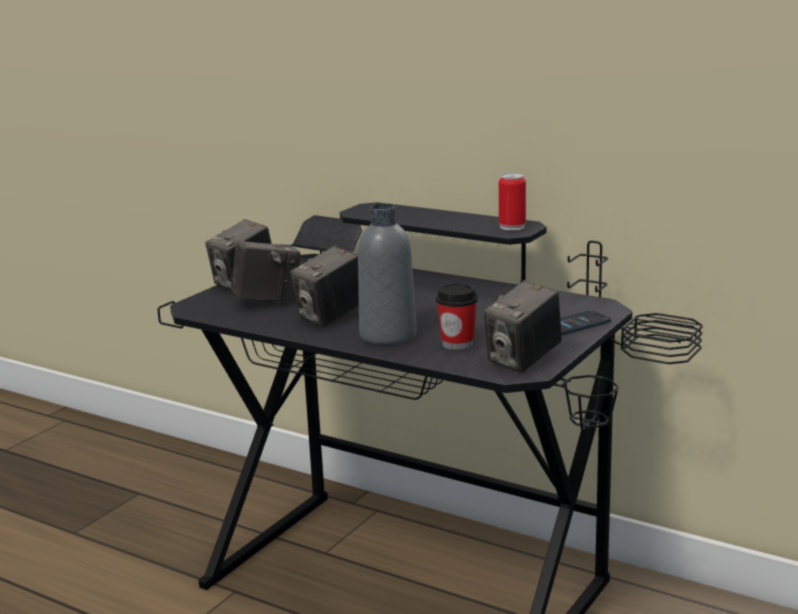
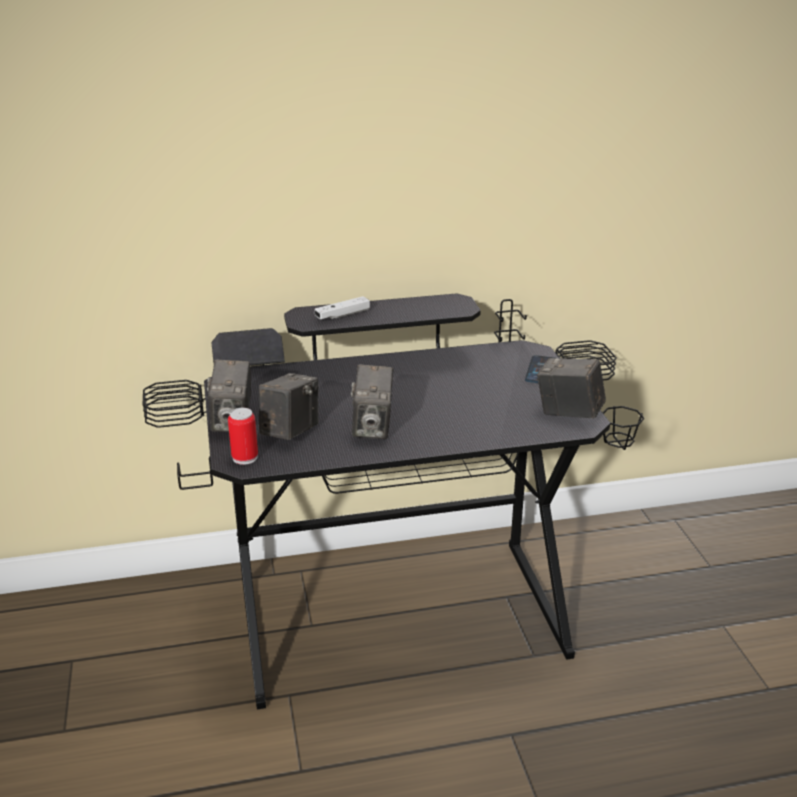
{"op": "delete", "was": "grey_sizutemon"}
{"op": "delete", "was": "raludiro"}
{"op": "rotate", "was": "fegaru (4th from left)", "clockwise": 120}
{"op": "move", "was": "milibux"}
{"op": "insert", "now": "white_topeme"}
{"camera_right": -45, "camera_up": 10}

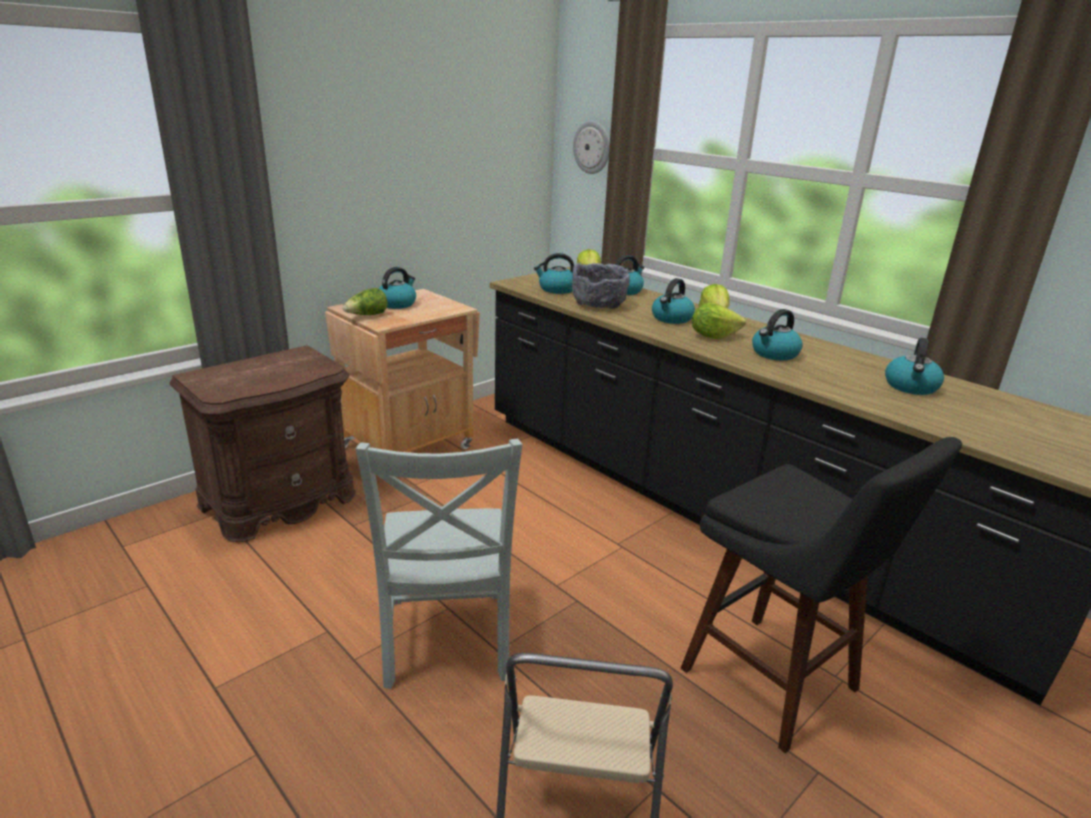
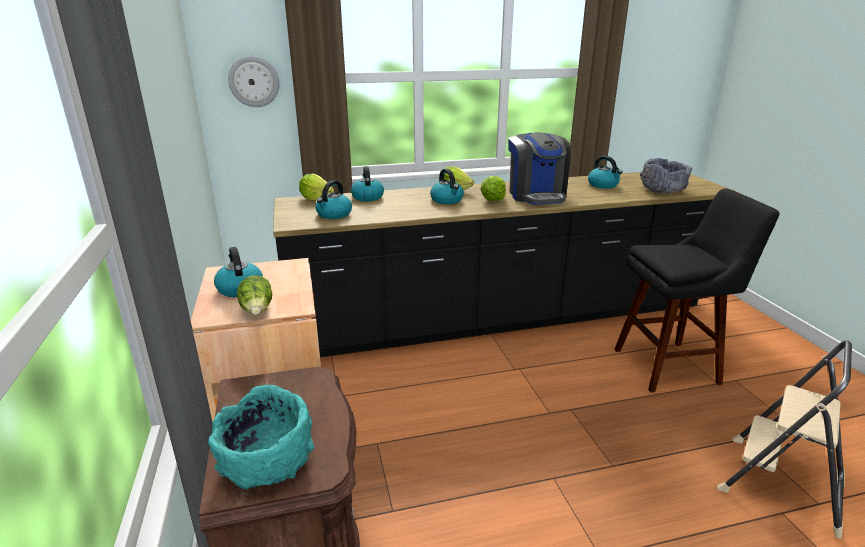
{"op": "delete", "was": "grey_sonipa"}
{"op": "move", "was": "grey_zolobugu"}
{"op": "replace", "was": "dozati (5th from left)", "now": "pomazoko"}
{"op": "insert", "now": "turquoise_zolobugu"}
{"camera_right": -60, "camera_up": 0}

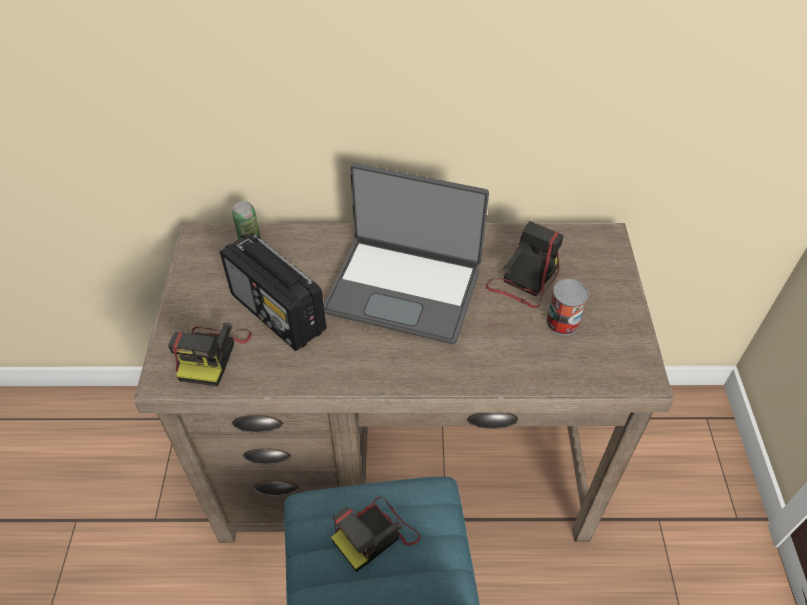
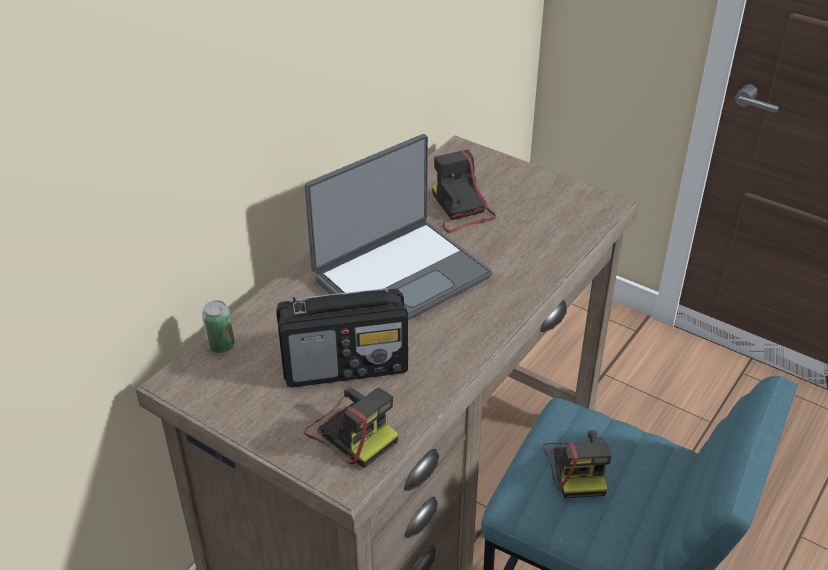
{"op": "delete", "was": "milibux (2nd from left)"}
{"camera_right": -55, "camera_up": -10}

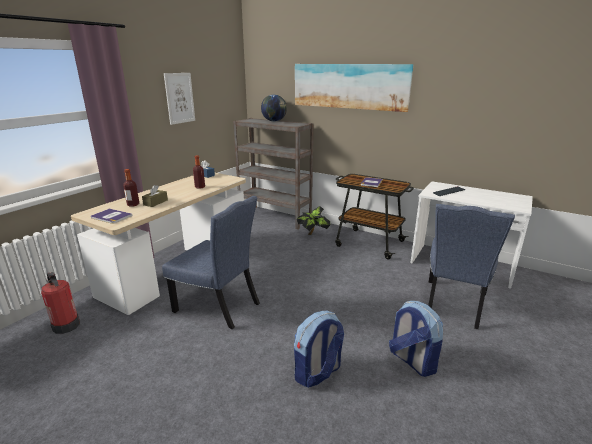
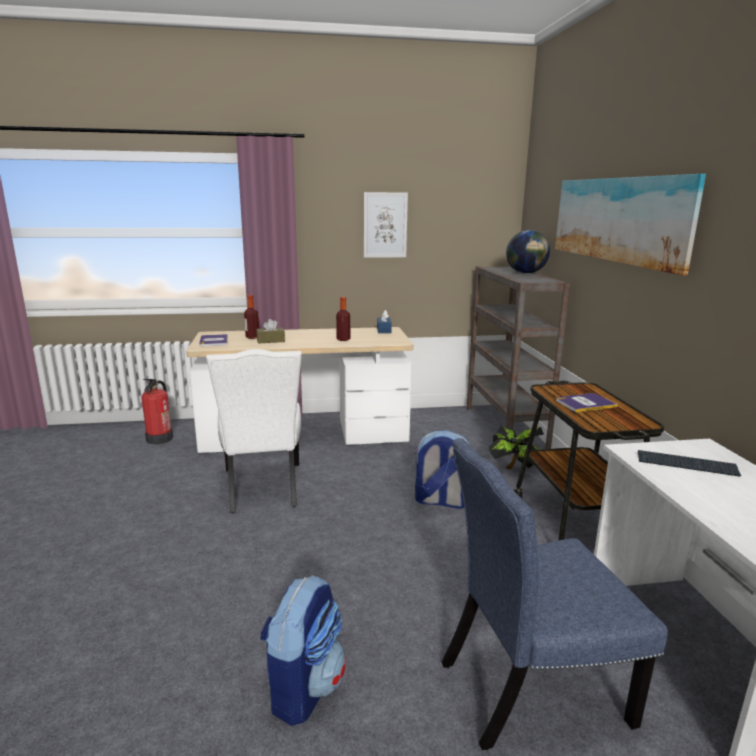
{"op": "recolor", "was": "blue_sonipa (1st from left)", "now": "white_sonipa"}
{"op": "move", "was": "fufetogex (1st from left in the first image)", "now": "fufetogex (2nd from left)"}
{"camera_right": 50, "camera_up": -5}

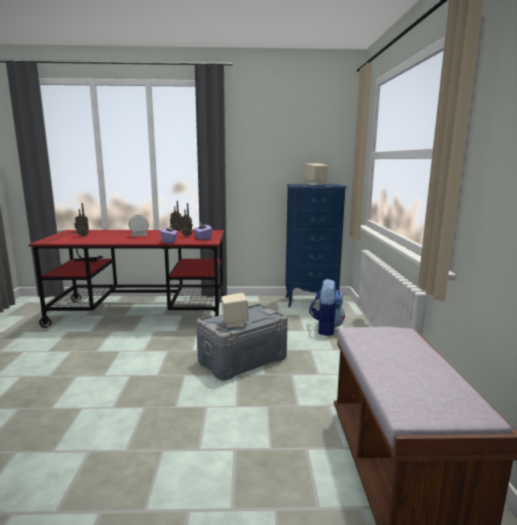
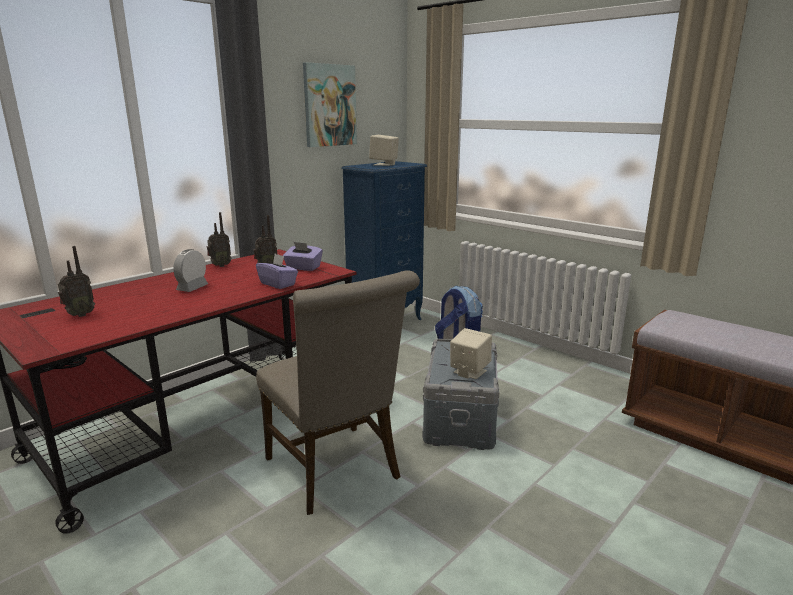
{"op": "insert", "now": "beige_sonipa"}
{"op": "insert", "now": "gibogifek"}
{"camera_right": -45, "camera_up": 5}

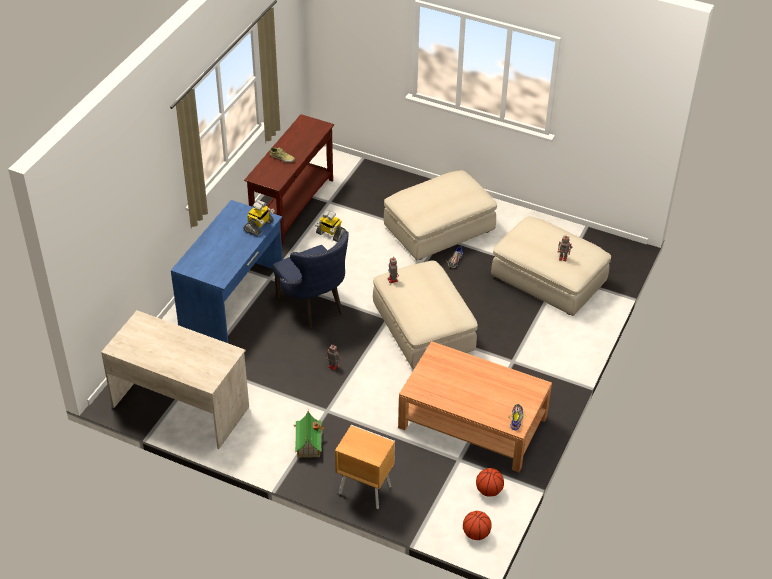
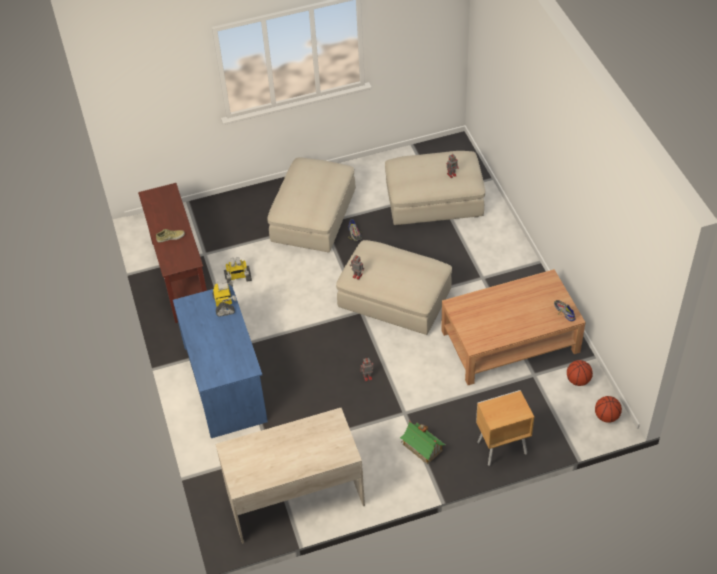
{"op": "delete", "was": "blue_sonipa"}
{"camera_right": -40, "camera_up": 5}

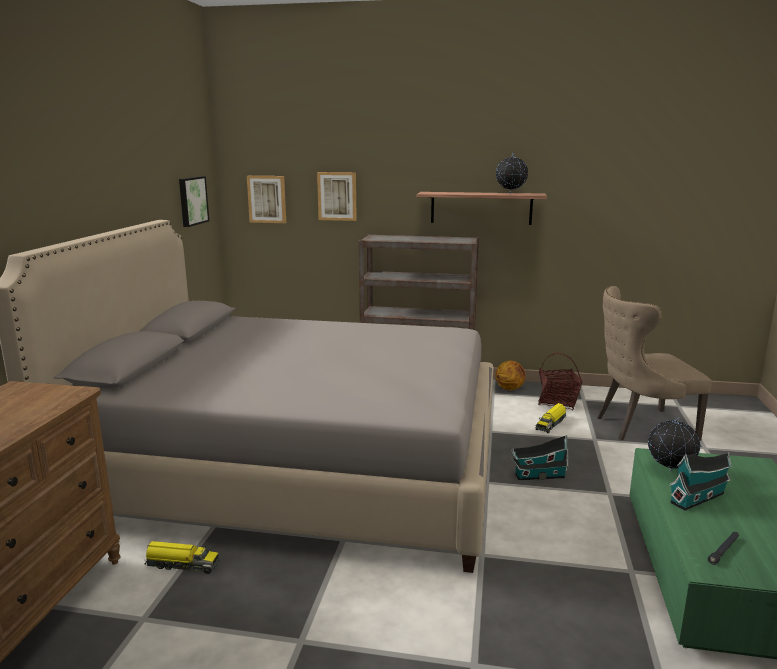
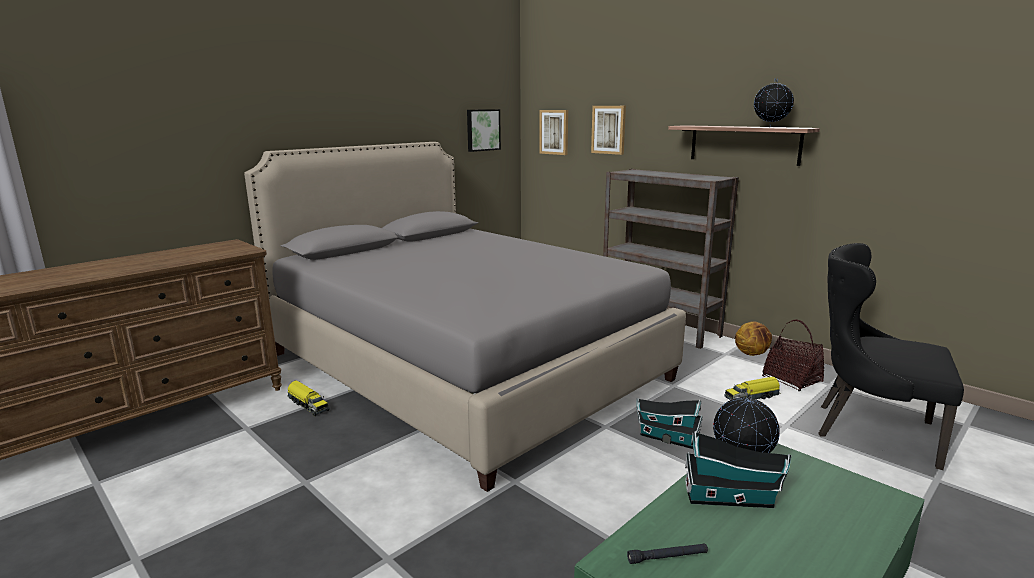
{"op": "recolor", "was": "beige_sonipa", "now": "black_sonipa"}
{"camera_right": 35, "camera_up": 0}

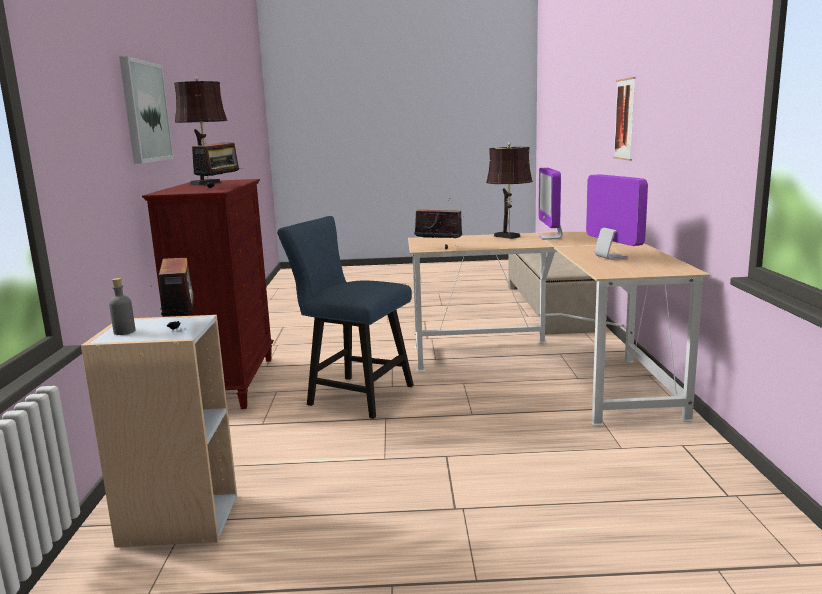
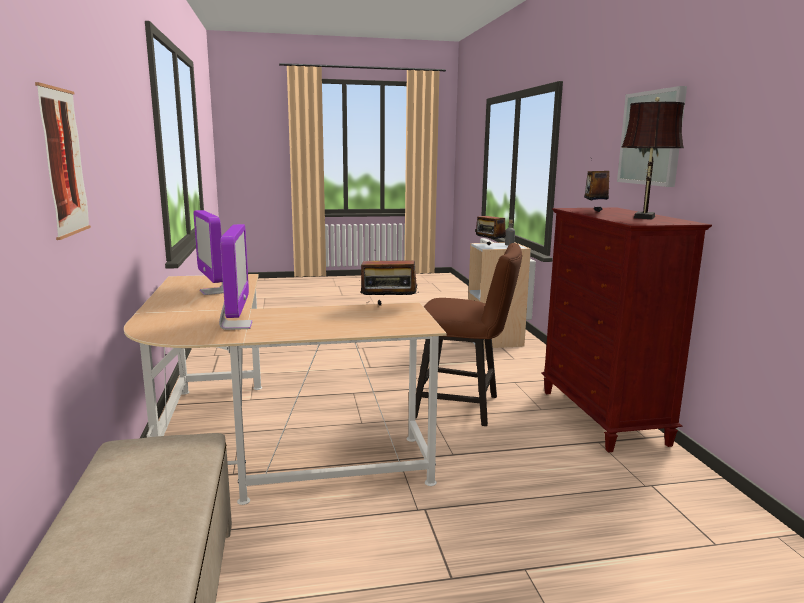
{"op": "recolor", "was": "blue_sonipa", "now": "brown_sonipa"}
{"op": "delete", "was": "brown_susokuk (2nd from left)"}
{"camera_right": 170, "camera_up": 0}

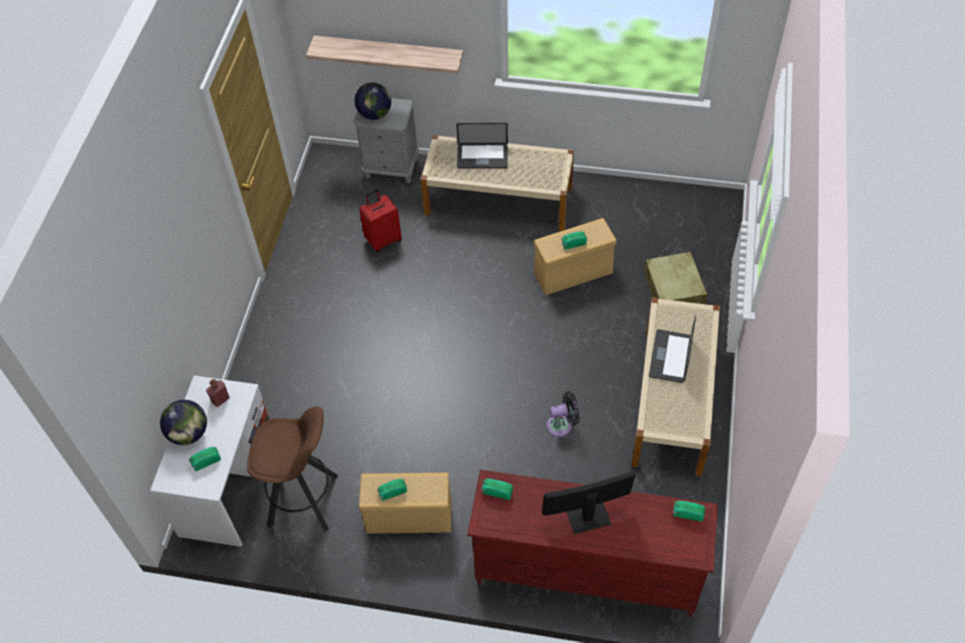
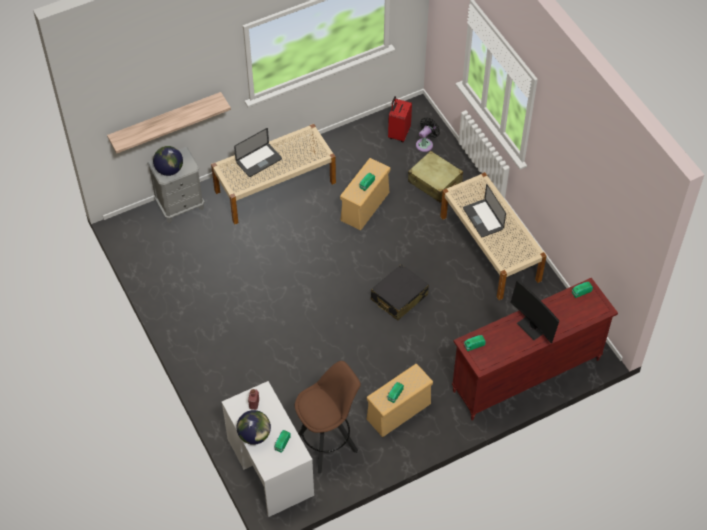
{"op": "move", "was": "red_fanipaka"}
{"op": "rotate", "was": "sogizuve", "clockwise": -75}
{"op": "move", "was": "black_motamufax"}
{"op": "insert", "now": "black_fanipaka"}
{"camera_right": -40, "camera_up": 0}

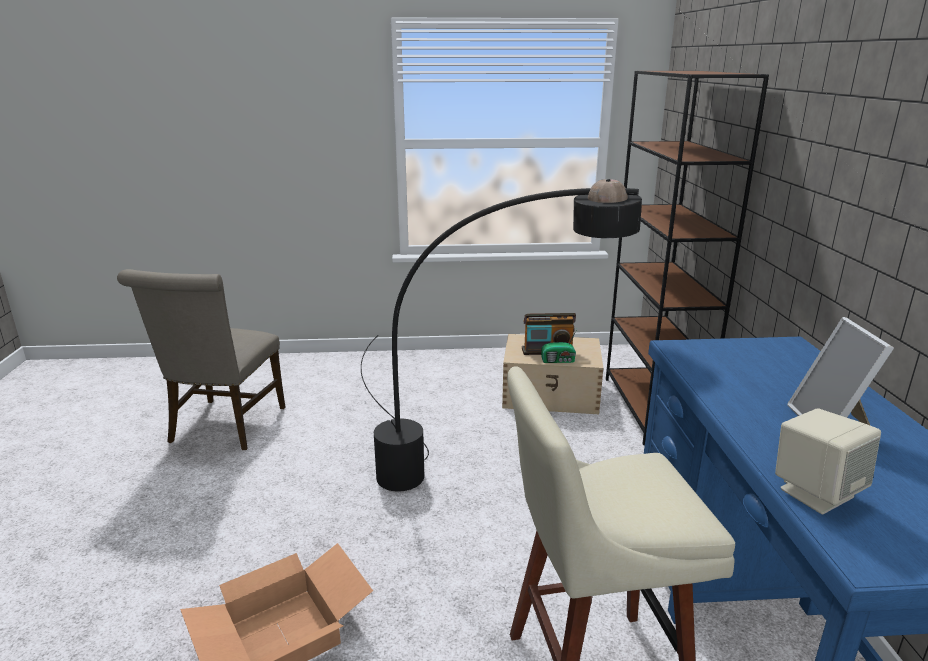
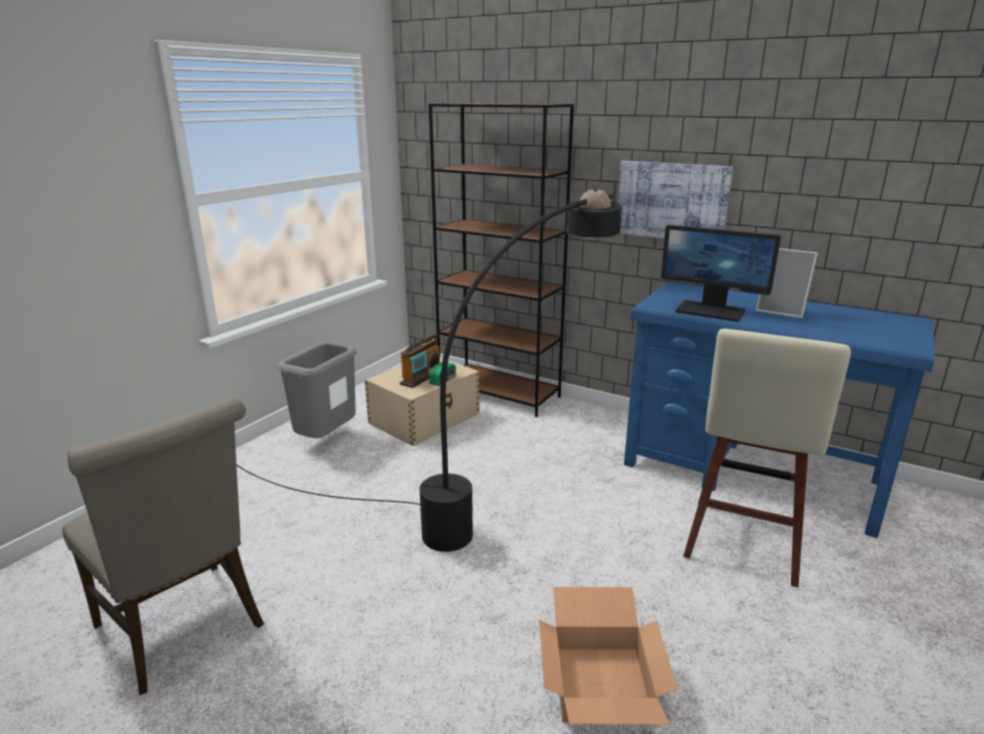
{"op": "delete", "was": "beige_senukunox"}
{"op": "insert", "now": "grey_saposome"}
{"op": "insert", "now": "gibogifek"}
{"op": "insert", "now": "sogizuve"}
{"camera_right": -55, "camera_up": 0}

